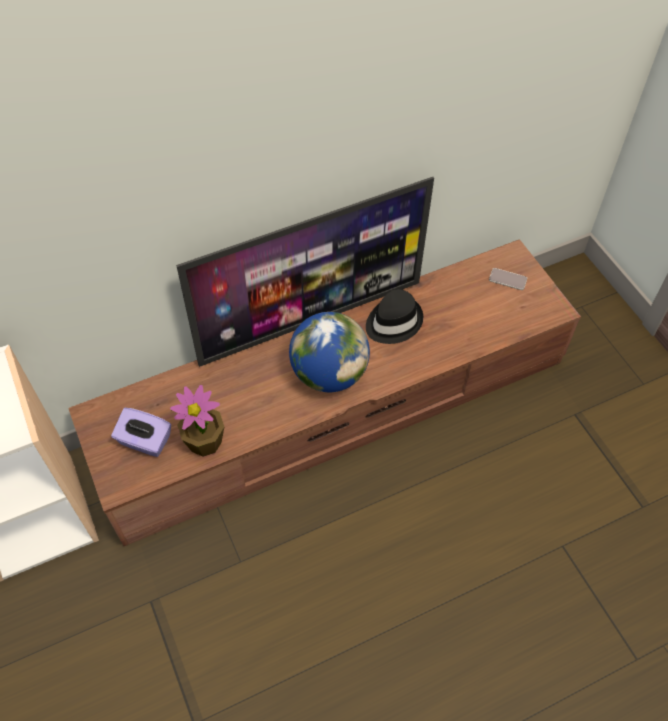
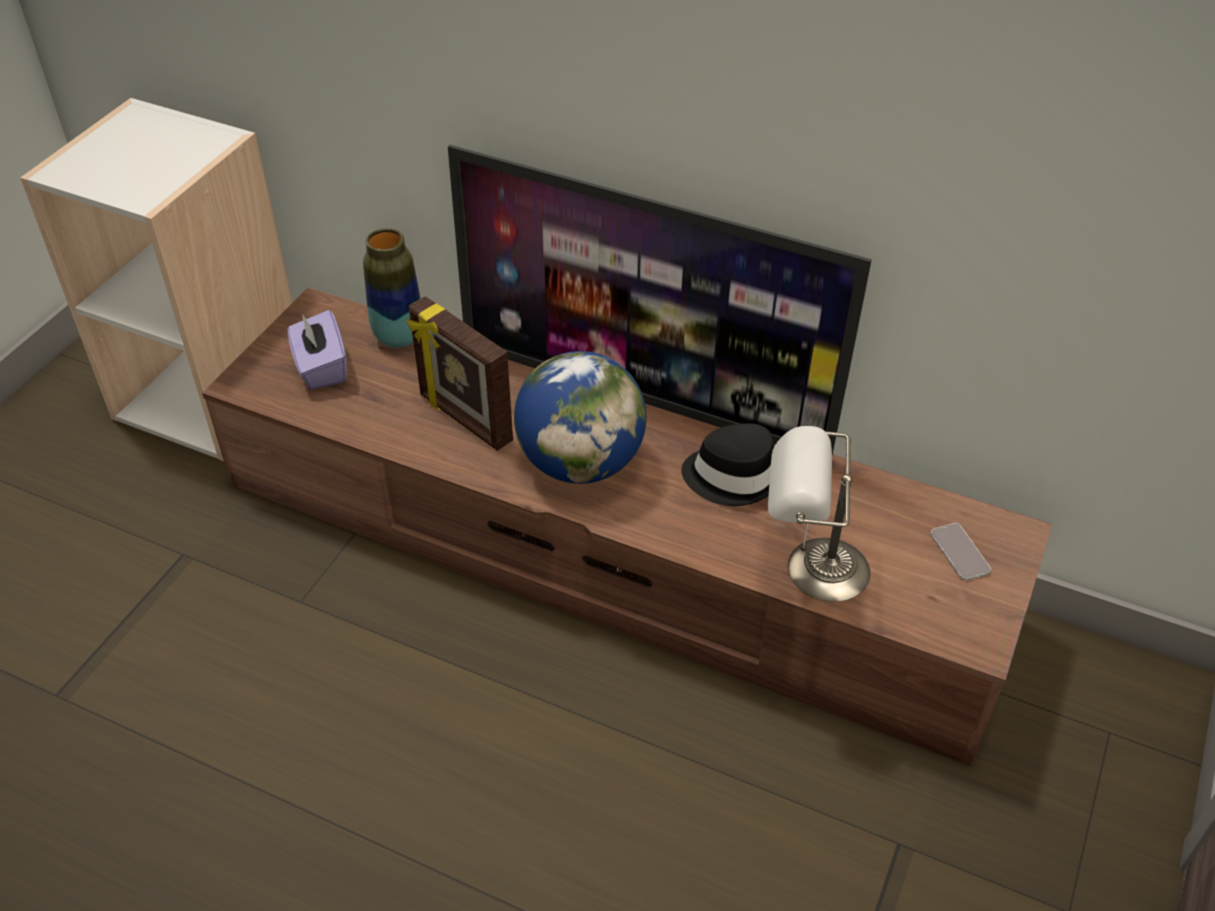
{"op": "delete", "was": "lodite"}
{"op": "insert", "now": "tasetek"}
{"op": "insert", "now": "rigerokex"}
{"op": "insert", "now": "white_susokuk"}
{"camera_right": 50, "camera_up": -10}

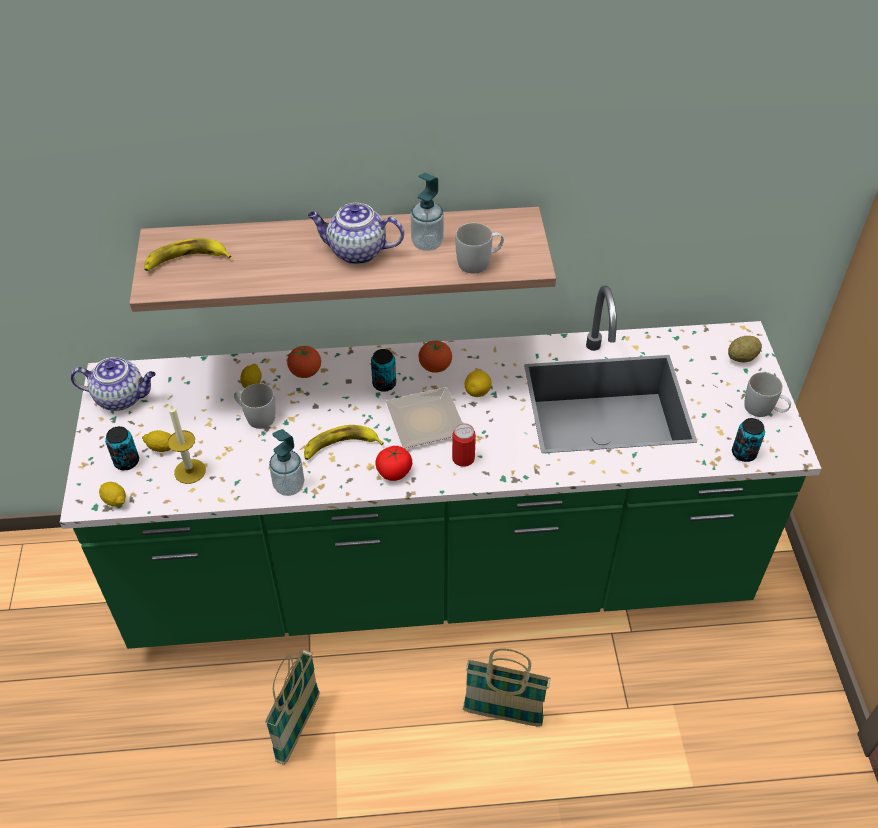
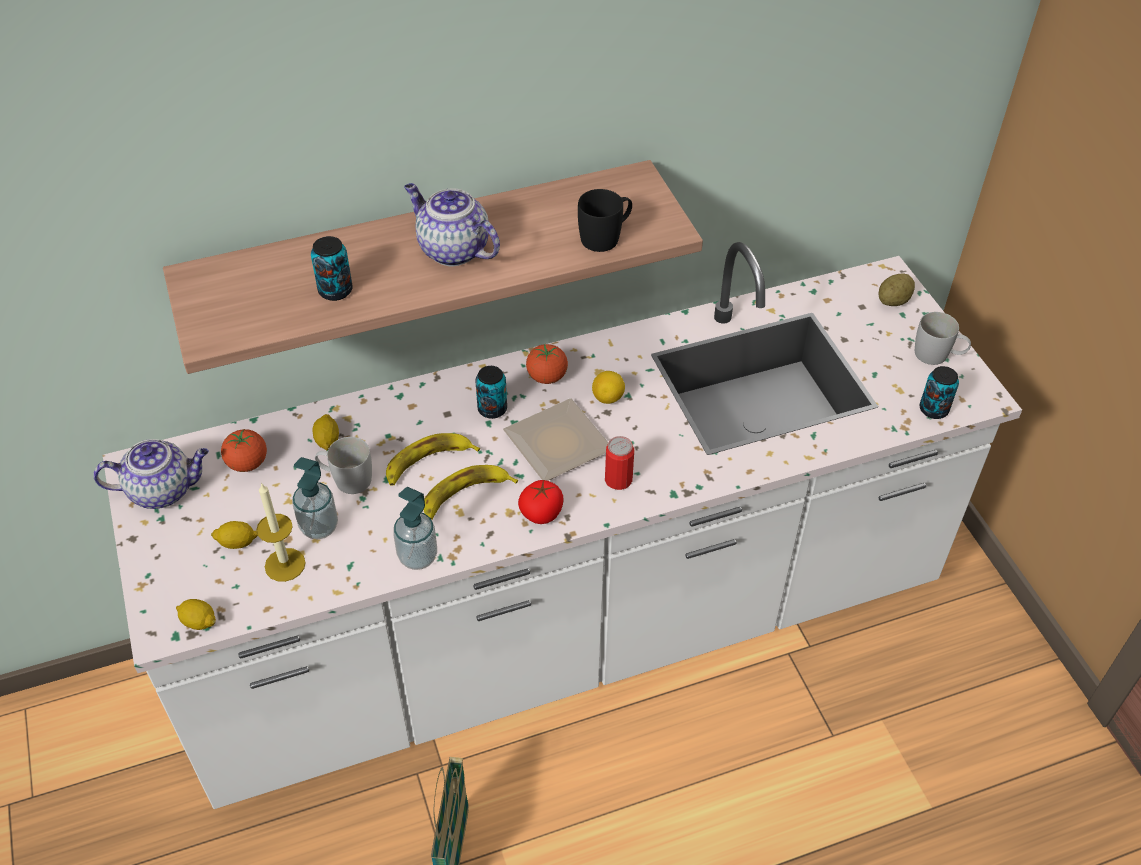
{"op": "recolor", "was": "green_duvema", "now": "white_duvema"}
{"op": "move", "was": "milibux (1st from left)"}
{"op": "move", "was": "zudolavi (1st from left)"}
{"op": "move", "was": "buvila (1st from left)"}
{"op": "rotate", "was": "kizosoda (2nd from left)", "clockwise": 45}
{"op": "move", "was": "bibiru (2nd from left in the first image)", "now": "bibiru (1st from left)"}
{"op": "recolor", "was": "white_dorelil (2nd from left)", "now": "black_dorelil"}
{"op": "delete", "was": "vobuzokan (2nd from left)"}
{"camera_right": -15, "camera_up": 0}

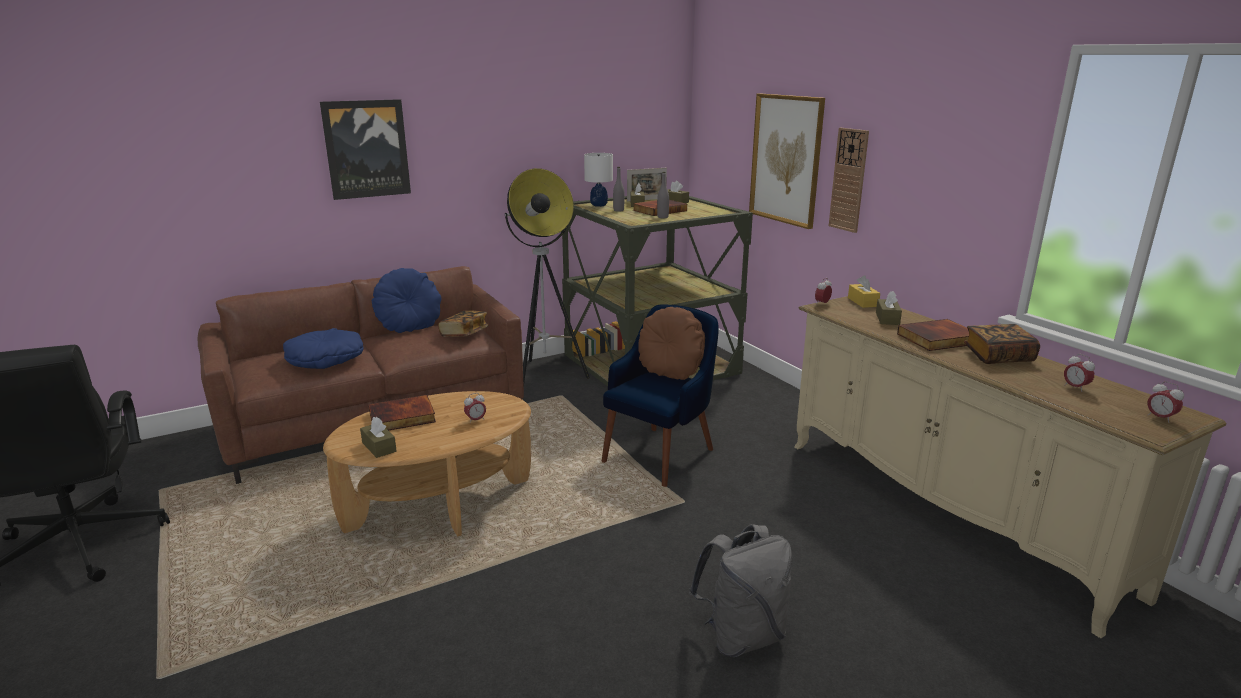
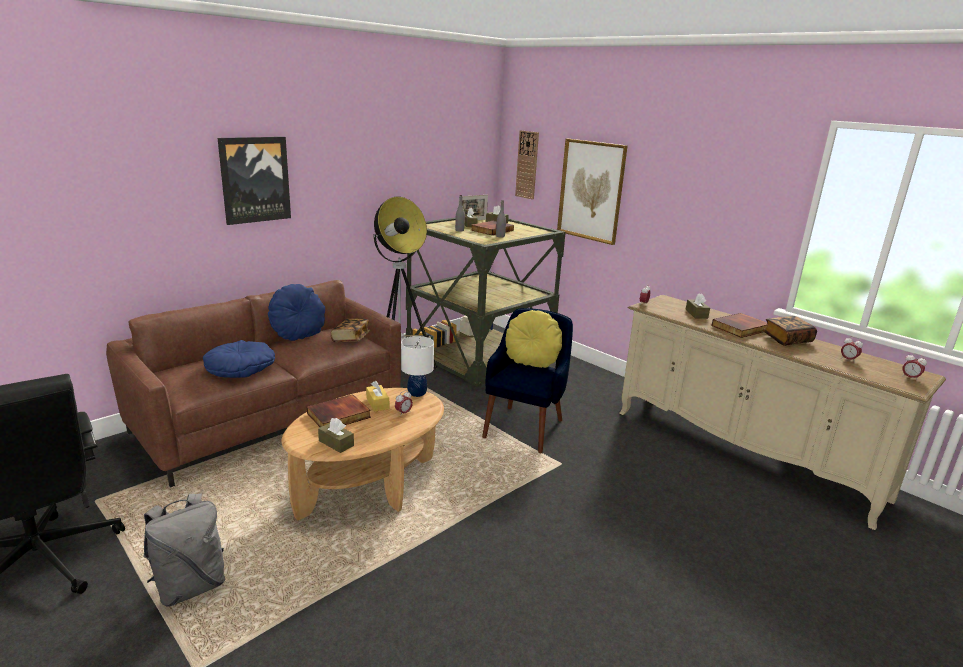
{"op": "move", "was": "white_susokuk"}
{"op": "recolor", "was": "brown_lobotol", "now": "yellow_lobotol"}
{"op": "move", "was": "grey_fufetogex"}
{"op": "move", "was": "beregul"}
{"op": "move", "was": "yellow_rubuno"}
{"camera_right": -15, "camera_up": 0}

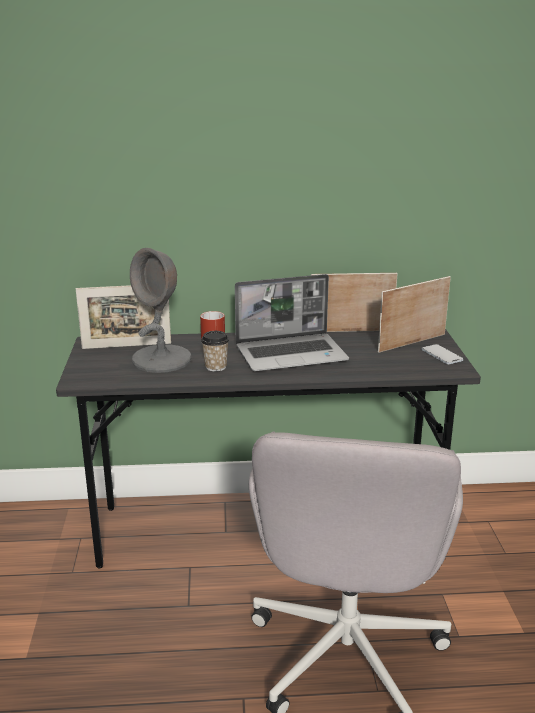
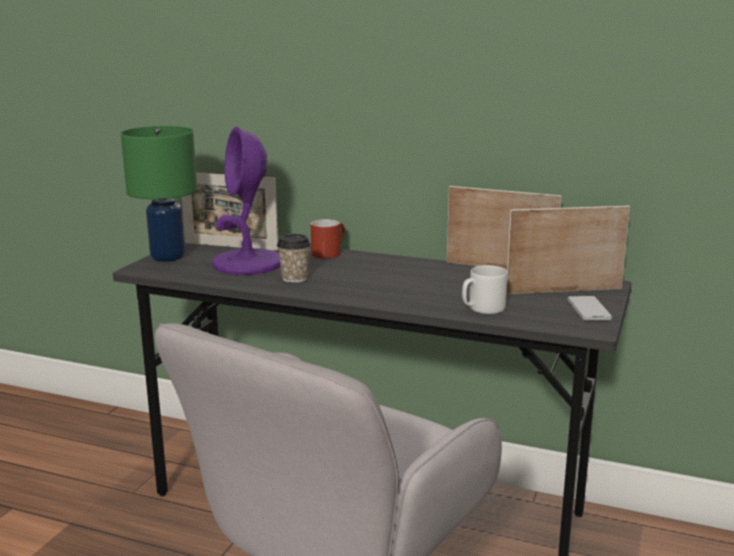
{"op": "recolor", "was": "grey_susokuk", "now": "purple_susokuk"}
{"op": "delete", "was": "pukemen"}
{"op": "insert", "now": "green_susokuk"}
{"op": "insert", "now": "grey_dorelil"}
{"camera_right": 25, "camera_up": -5}

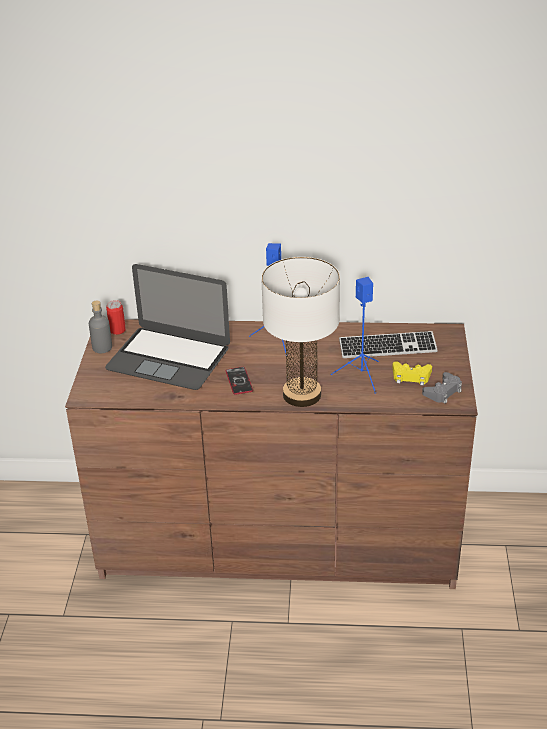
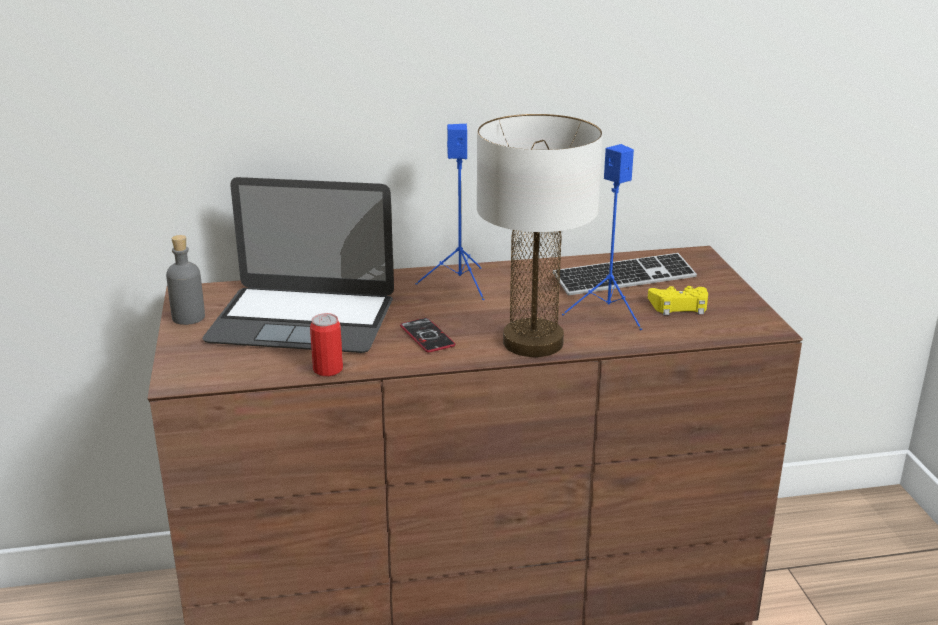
{"op": "move", "was": "milibux"}
{"op": "delete", "was": "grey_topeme"}
{"camera_right": -15, "camera_up": -10}

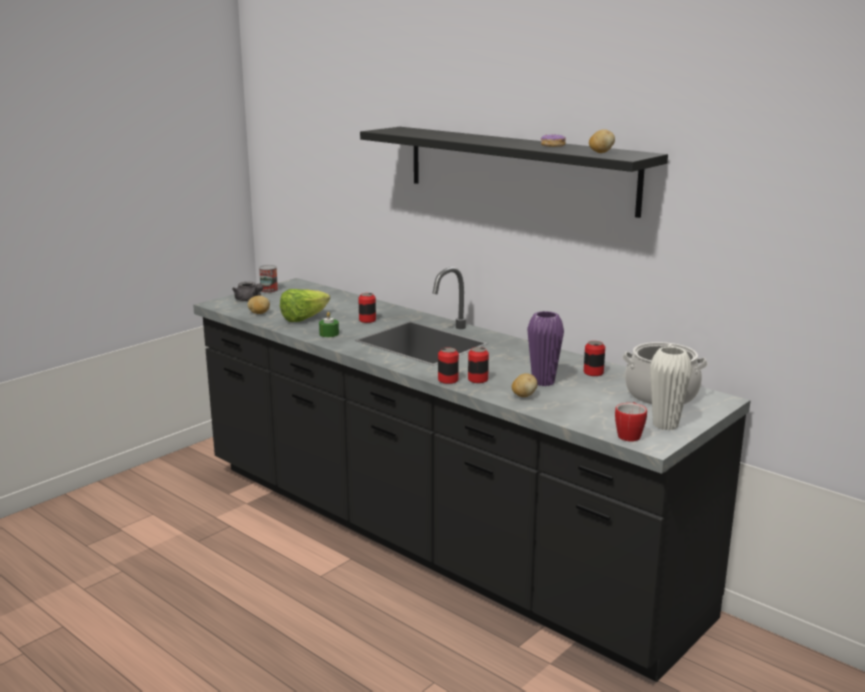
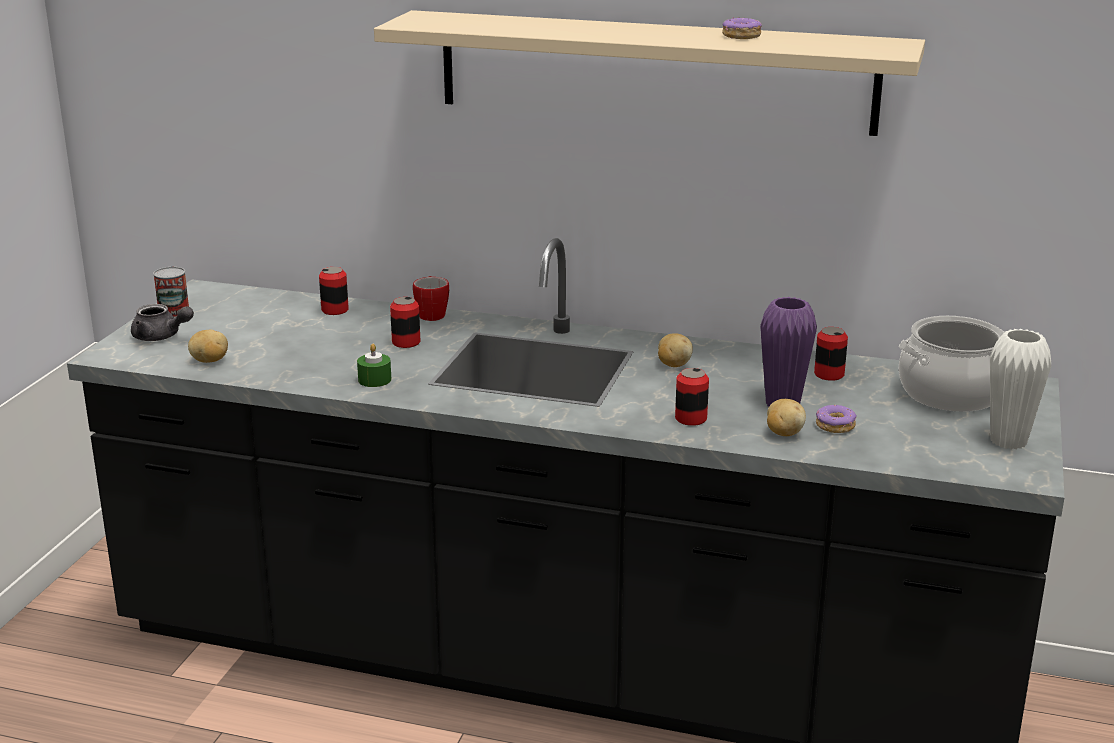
{"op": "delete", "was": "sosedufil"}
{"op": "recolor", "was": "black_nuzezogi", "now": "beige_nuzezogi"}
{"op": "move", "was": "milibux (3rd from left in the first image)", "now": "milibux (2nd from left)"}
{"op": "move", "was": "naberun (3rd from left in the first image)", "now": "naberun (2nd from left)"}
{"op": "move", "was": "dorelil"}
{"op": "insert", "now": "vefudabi (2nd from left)"}
{"camera_right": -25, "camera_up": 5}

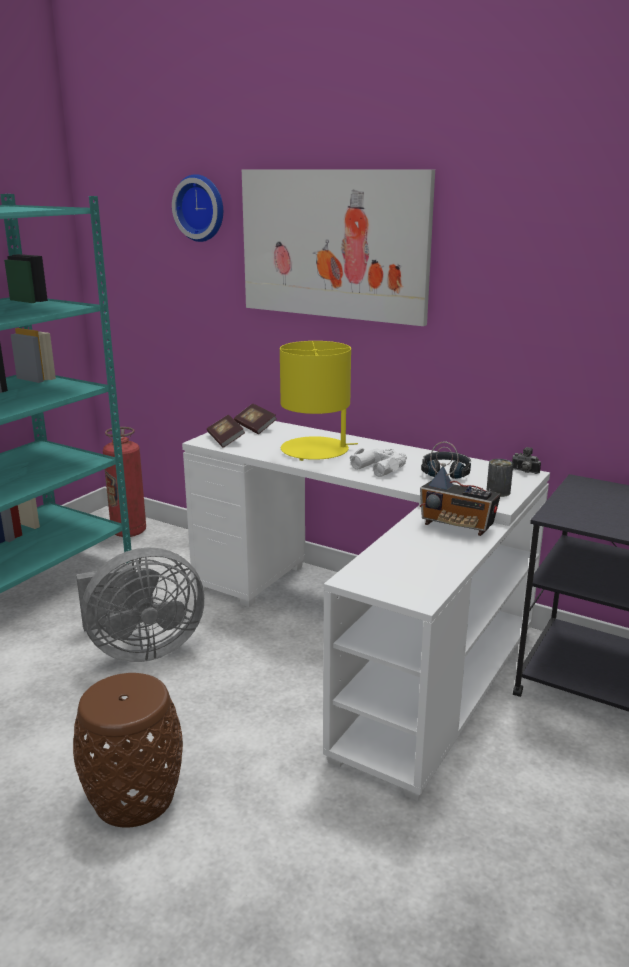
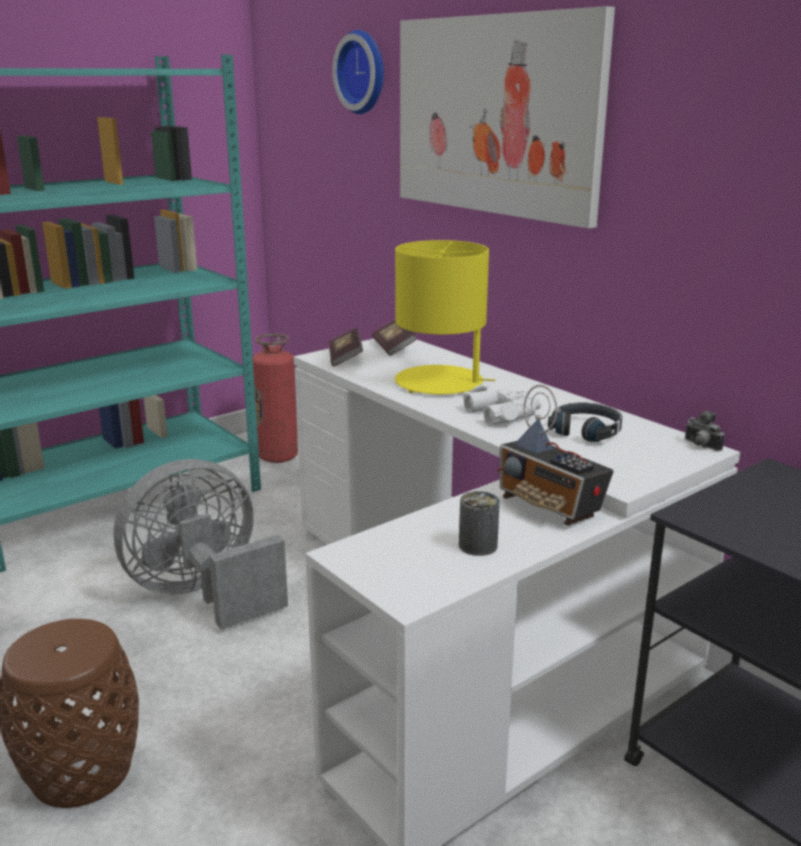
{"op": "rotate", "was": "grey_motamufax", "clockwise": 150}
{"op": "move", "was": "milibux"}
{"camera_right": 20, "camera_up": 0}

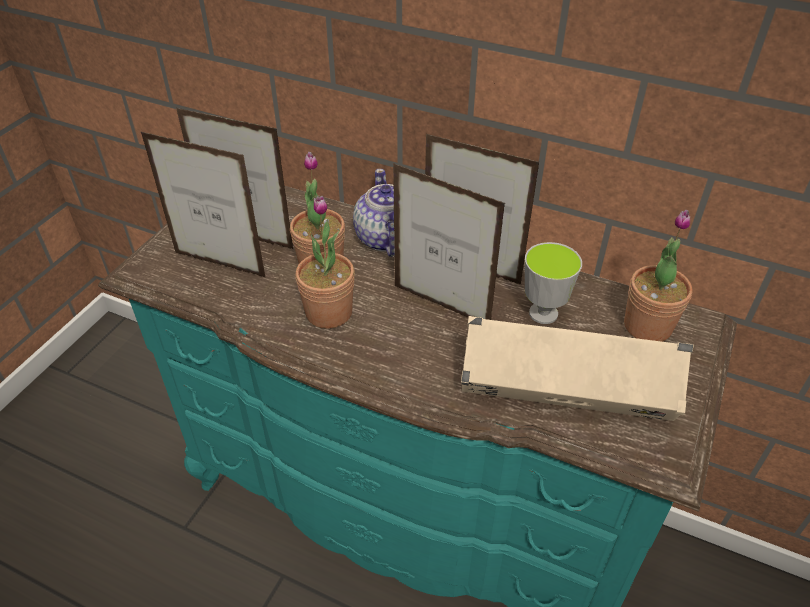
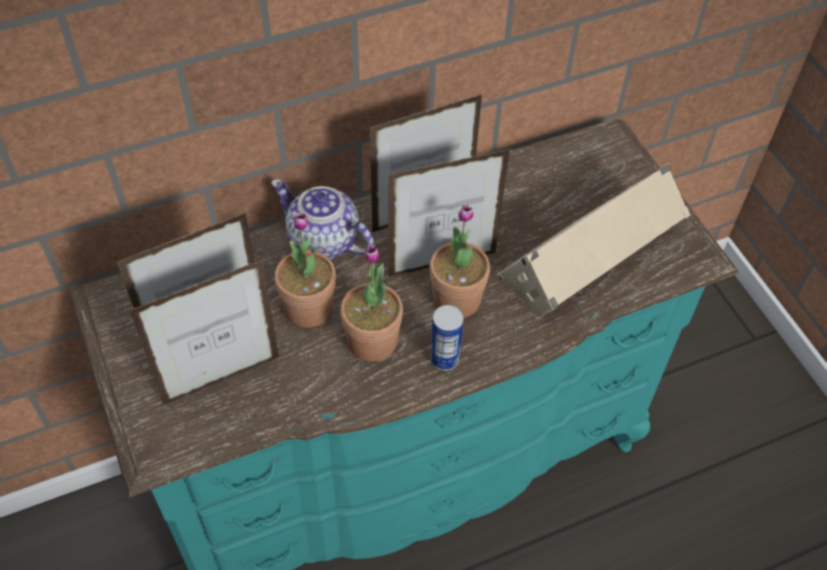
{"op": "delete", "was": "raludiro"}
{"op": "move", "was": "lodite (3rd from left)"}
{"op": "insert", "now": "milibux"}
{"camera_right": -50, "camera_up": 10}

